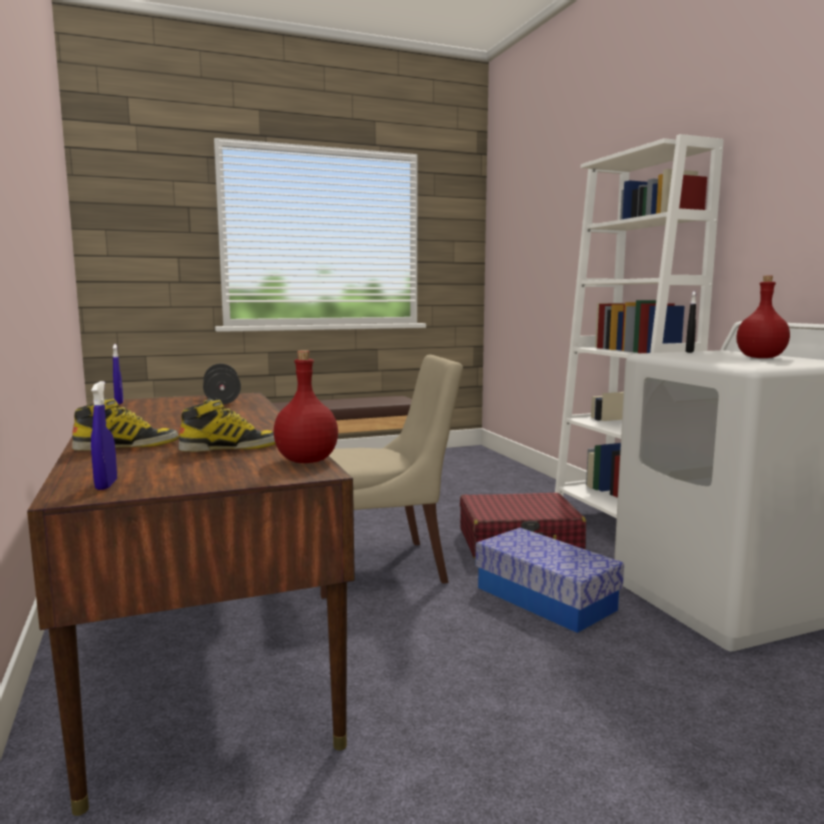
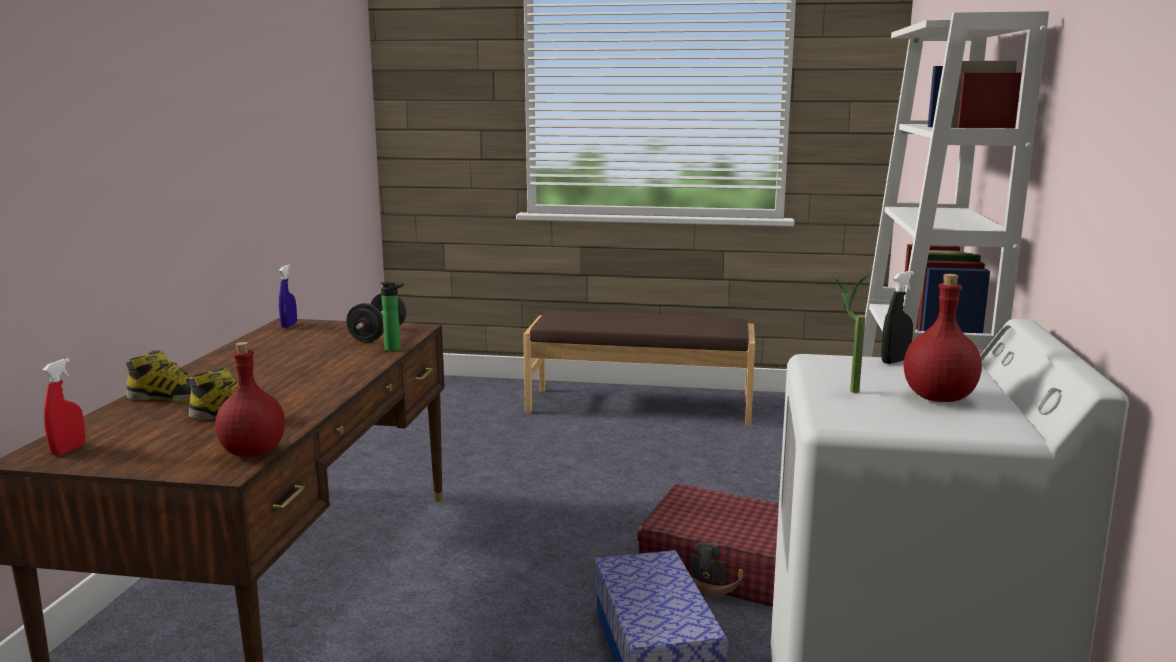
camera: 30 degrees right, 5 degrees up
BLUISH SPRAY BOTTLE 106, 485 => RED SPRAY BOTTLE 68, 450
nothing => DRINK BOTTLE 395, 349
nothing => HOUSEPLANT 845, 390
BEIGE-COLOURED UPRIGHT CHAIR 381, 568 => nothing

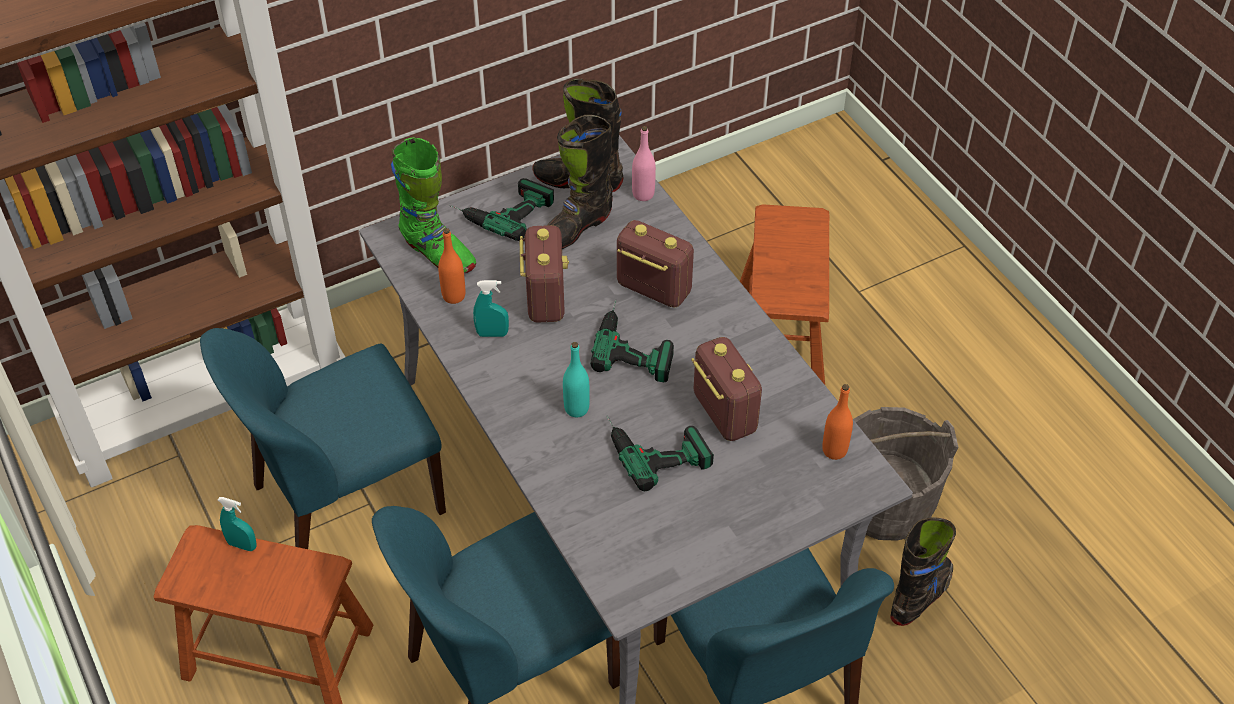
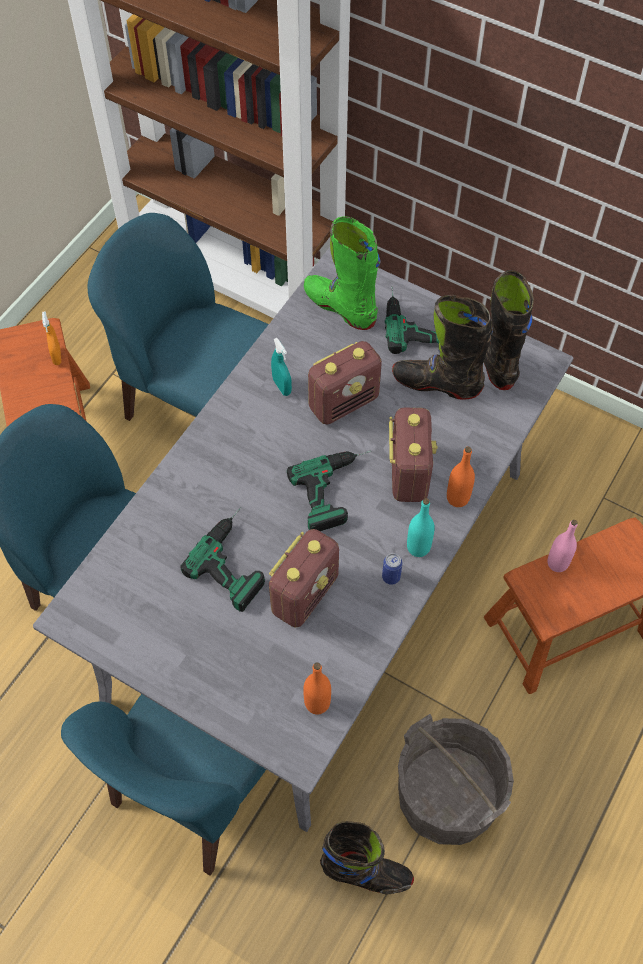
camera: 60 degrees right, 10 degrees up
TURQUOISE-COLOURED SPRAY BOTTLE 242, 545 => ORANGE-COLOURED SPRAY BOTTLE 57, 356
GREENISH TALL BOOT 437, 253 => GREENISH TALL BOOT 340, 307, 120 degrees clockwise
nothing => SEALED CAN 391, 577
TURQUOISE-COLOURED DRINK BOTTLE 576, 408 => TURQUOISE-COLOURED DRINK BOTTLE 418, 547, relocated
ORANGE-COLOURED DRINK BOTTLE 454, 296 => ORANGE-COLOURED DRINK BOTTLE 457, 498, relocated
PINK DRINK BOTTLE 643, 194 => PINK DRINK BOTTLE 557, 563, relocated

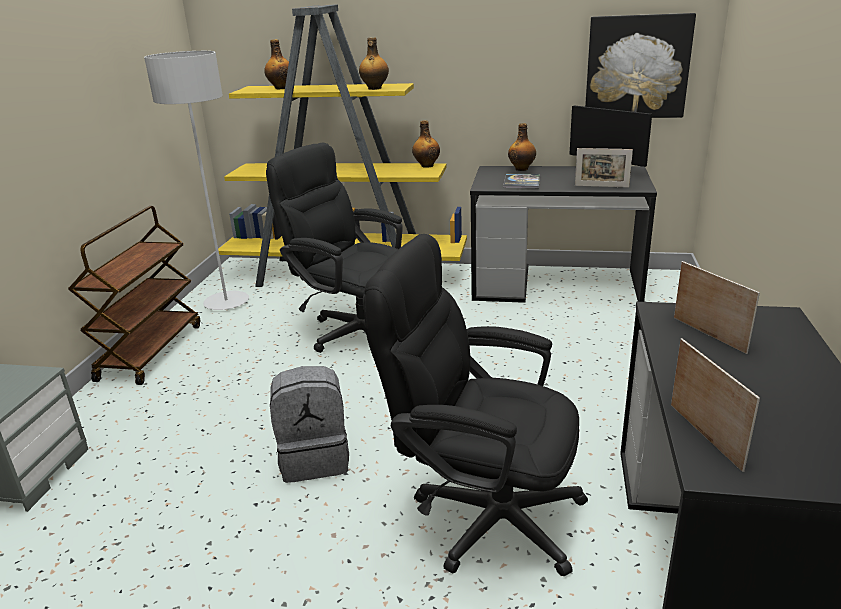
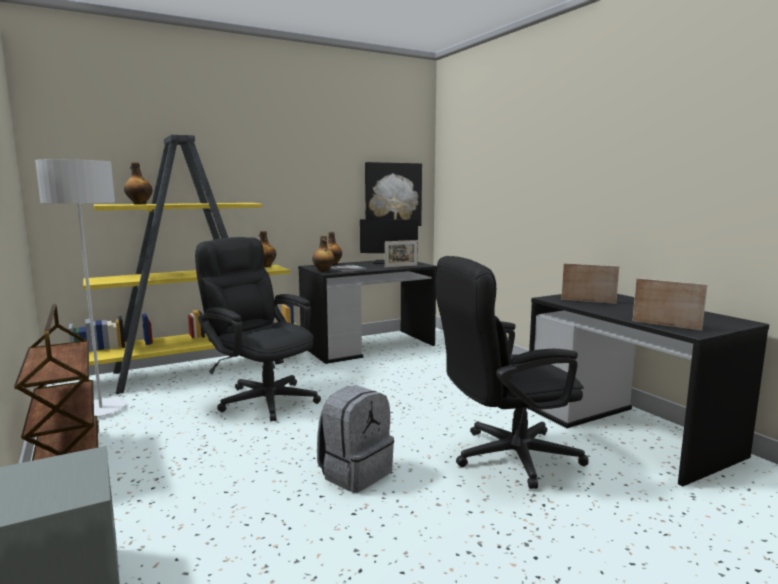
camera: 40 degrees left, 15 degrees down
BLACKISH OFFICE CHAIR 355, 330 => BLACKISH OFFICE CHAIR 262, 398, 45 degrees clockwise
DRINK BOTTLE 374, 88 => DRINK BOTTLE 323, 271, relocated

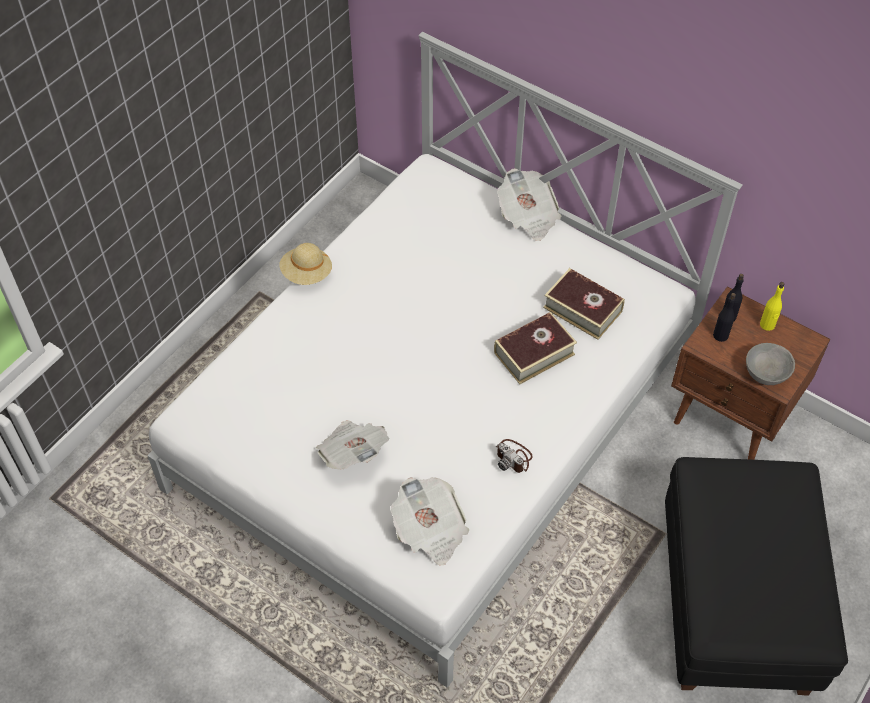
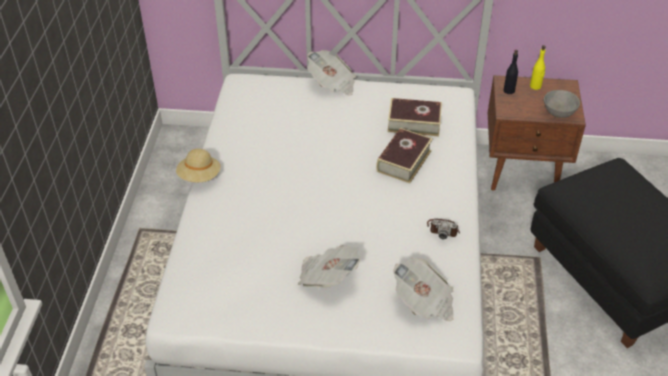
camera: 30 degrees left, 10 degrees down
BLACKISH DRINK BOTTLE 720, 335 => nothing

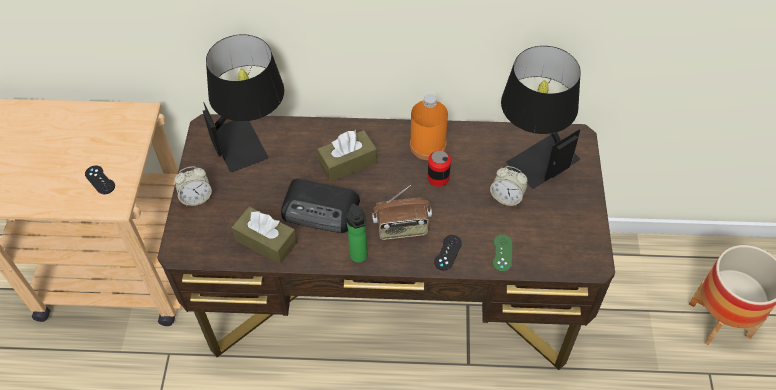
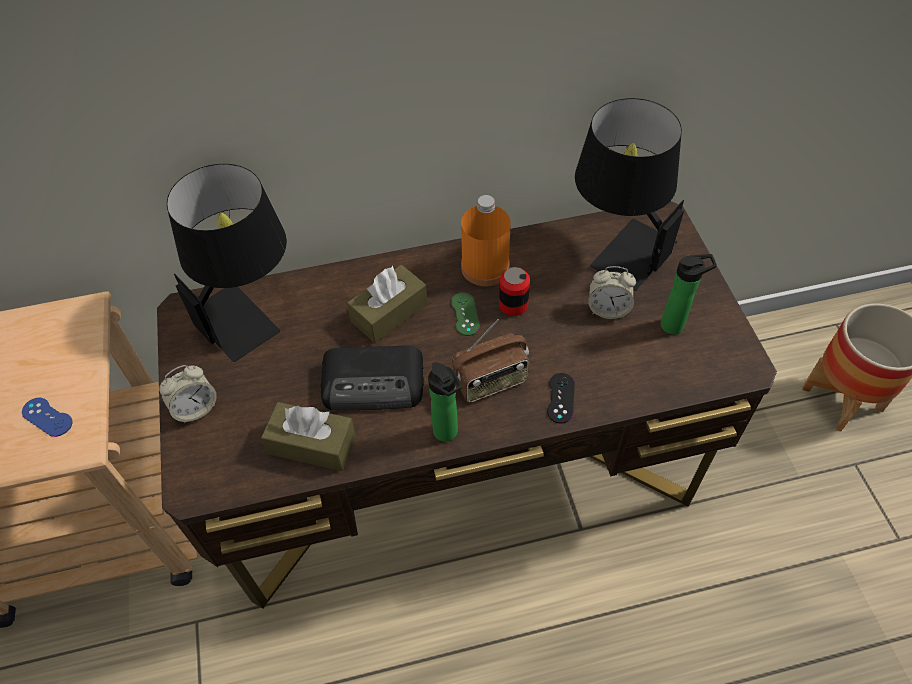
camera: 15 degrees left, 0 degrees up
BLACKISH GAME CONTROLLER 100, 180 => BLUISH GAME CONTROLLER 47, 417
GREENISH GAME CONTROLLER 502, 253 => GREENISH GAME CONTROLLER 465, 314, relocated
nothing => DRINK BOTTLE 675, 325

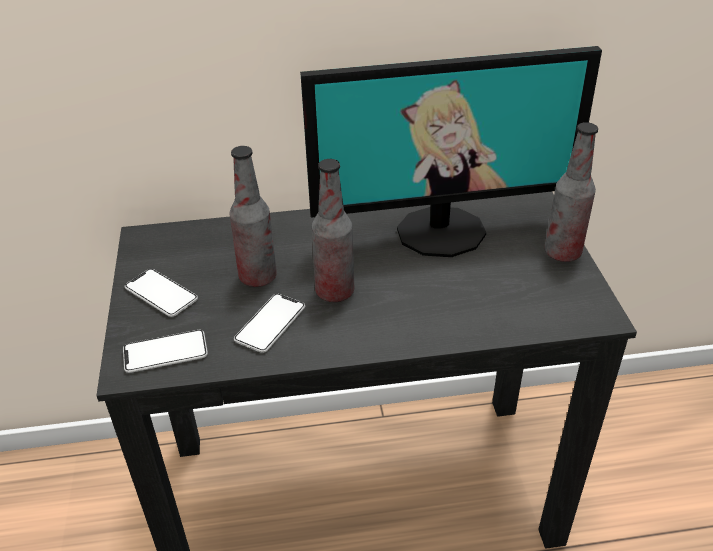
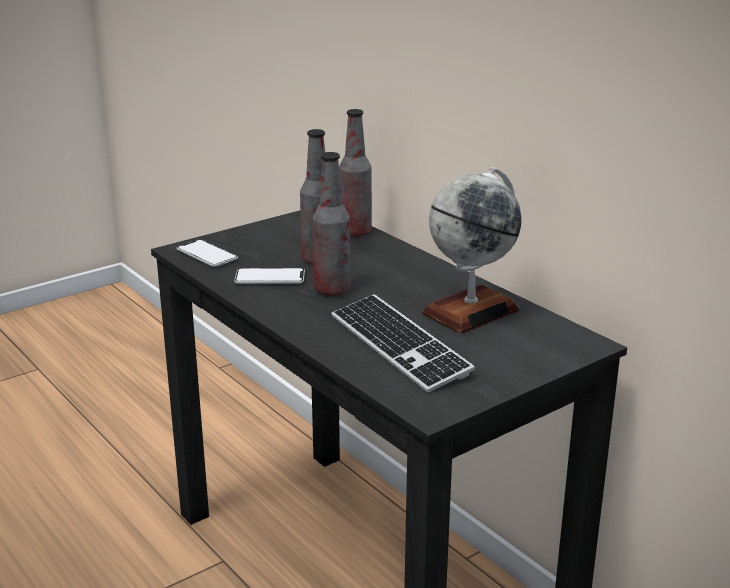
camera: 60 degrees right, 15 degrees down
nothing => KEYBOARD 398, 345
DRINK BOTTLE 562, 253 => DRINK BOTTLE 355, 232, relocated
COMPUTER DISPLAY 441, 230 => WORLD GLOBE 471, 311
PHONE 161, 294 => nothing

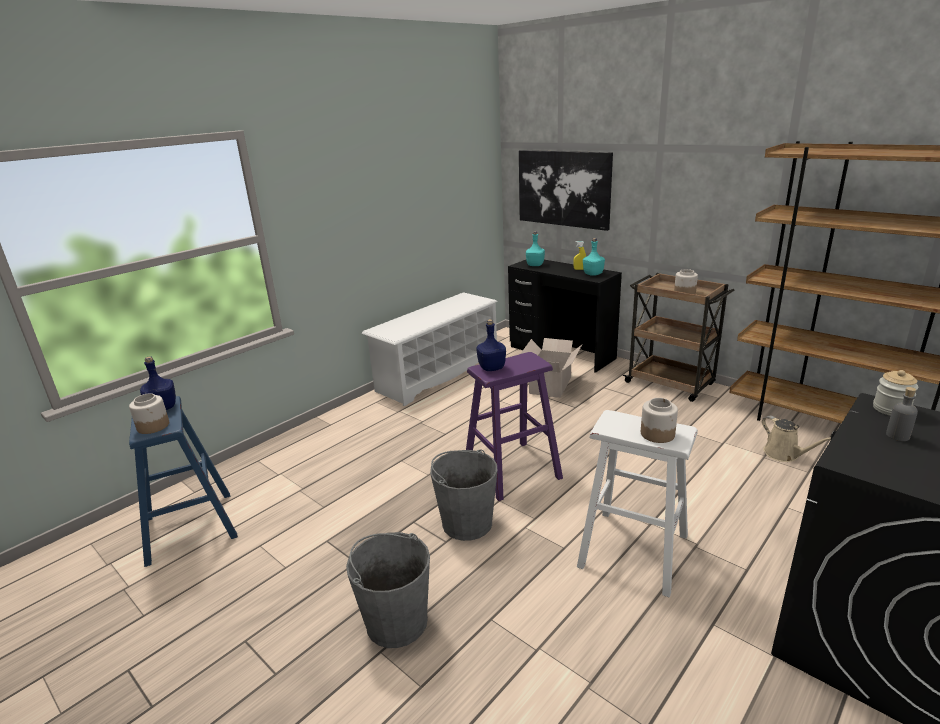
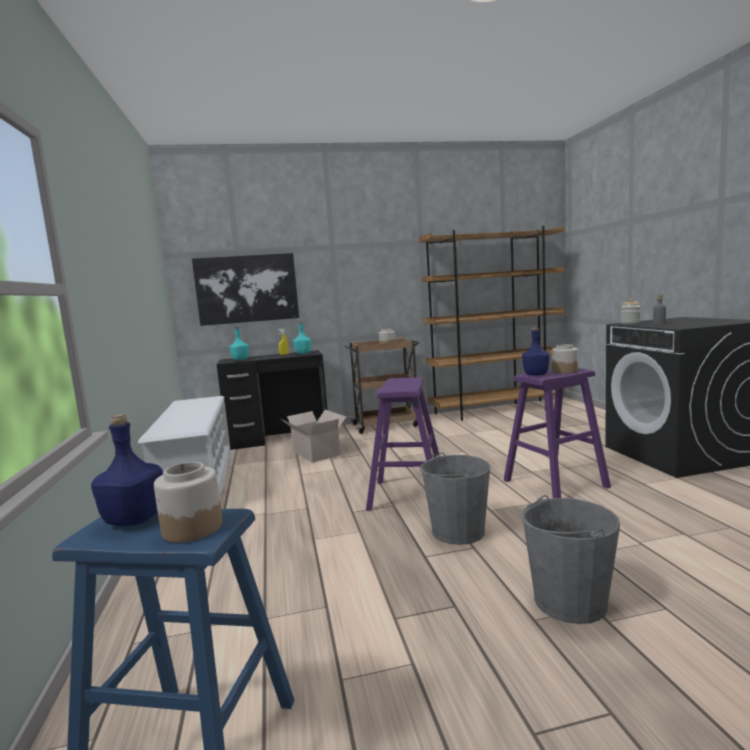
camera: 55 degrees left, 15 degrees down
WHITE-COLOURED SITTING STOOL 633, 550 => PURPLE-COLOURED SITTING STOOL 555, 484
BLUISH DRINK BOTTLE 492, 368 => BLUISH DRINK BOTTLE 535, 374, relocated
BEIGE-COLOURED WATERING POT 784, 454 => nothing

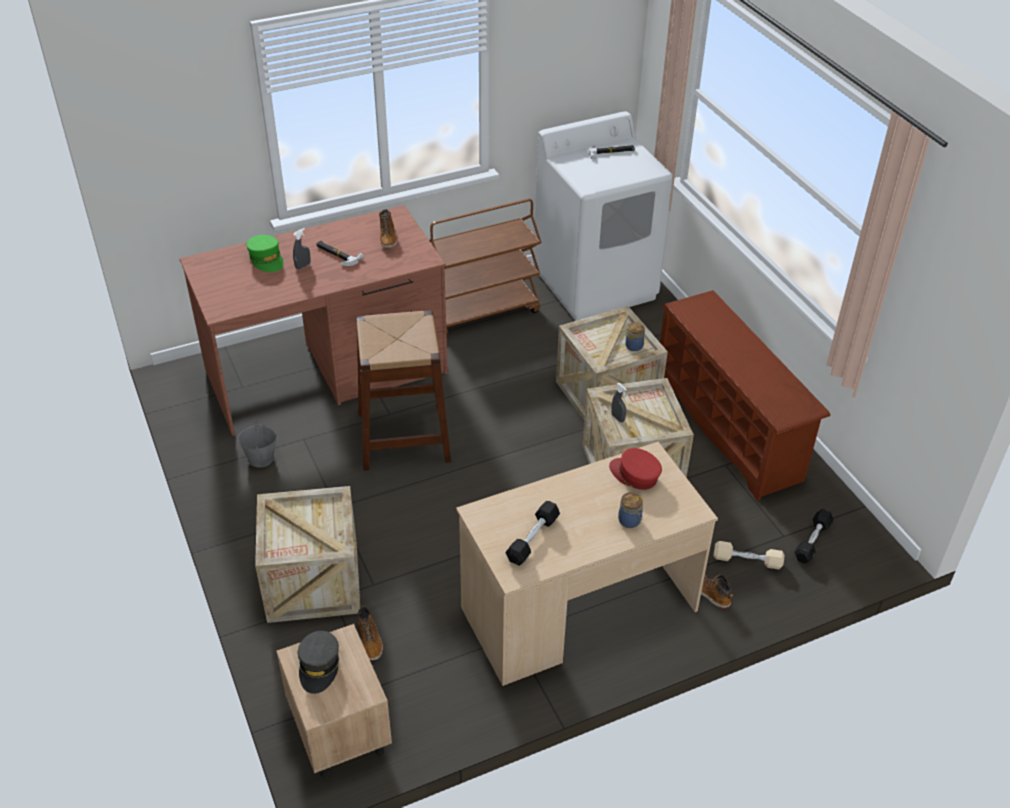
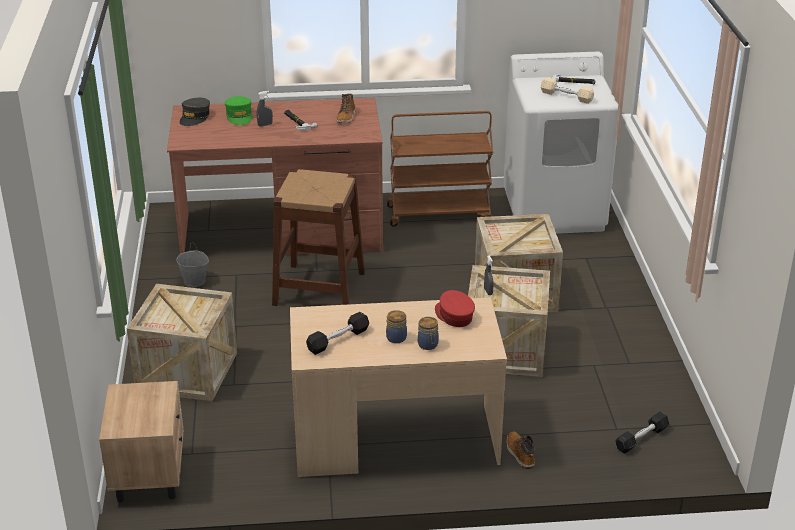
camera: 20 degrees right, 10 degrees down
GREYISH BASEBALL CAP 319, 666 => GREYISH BASEBALL CAP 195, 117, relocated
PRESERVE JAR 633, 345 => PRESERVE JAR 396, 337, relocated
BEIGE-COLOURED FREE WEIGHT 747, 560 => BEIGE-COLOURED FREE WEIGHT 566, 96, relocated
TALL BOOT 370, 640 => nothing
BROWN SHOE STAND 729, 427 => nothing

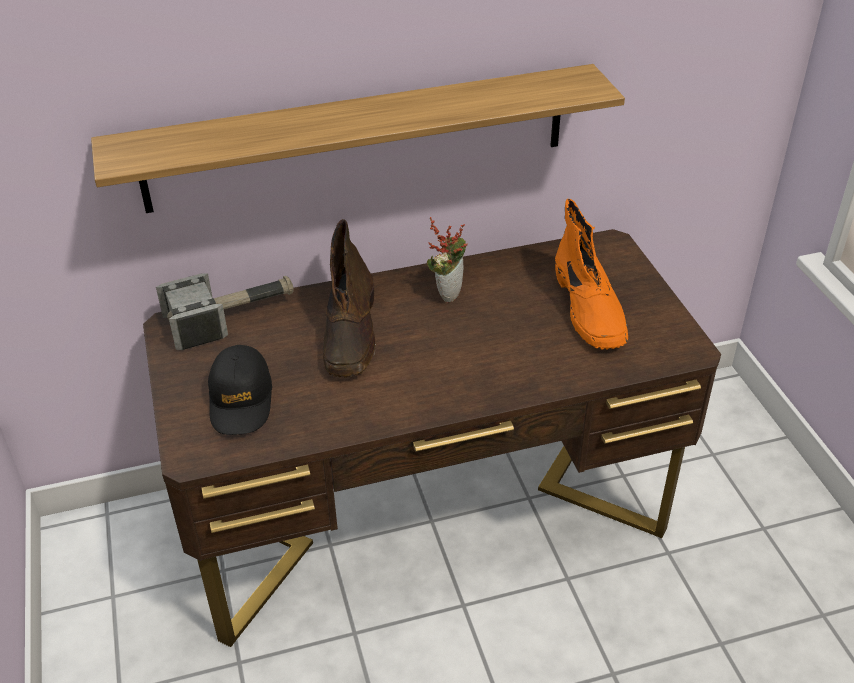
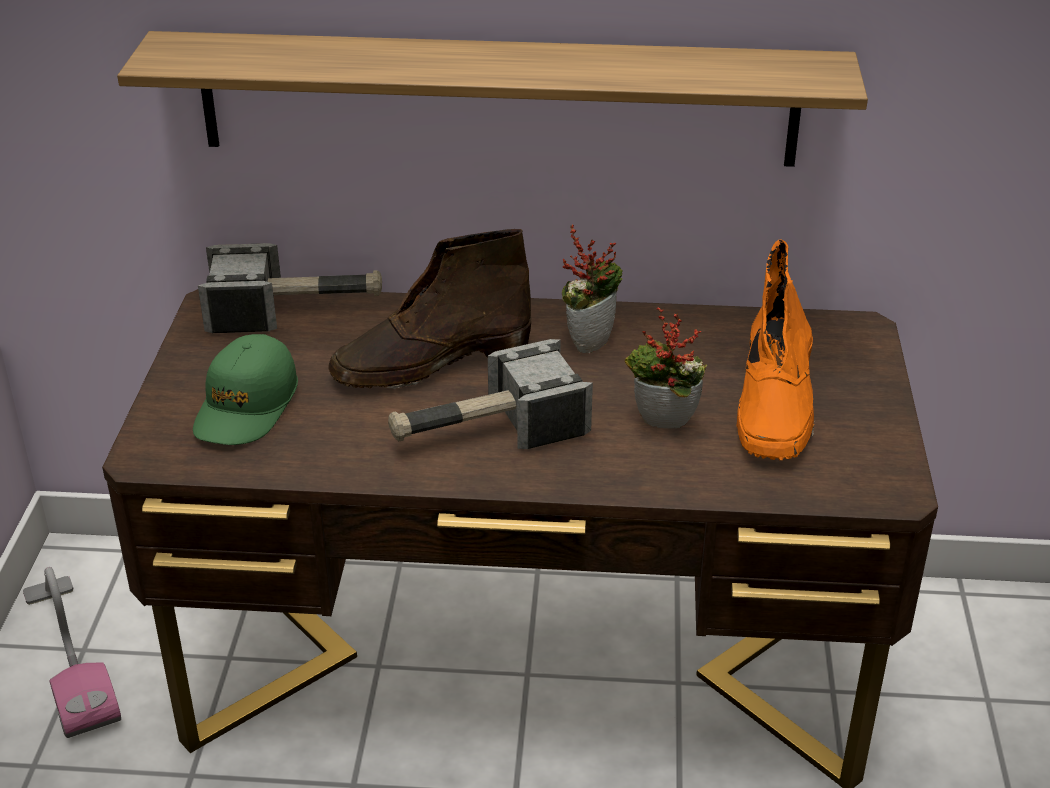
camera: 20 degrees right, 5 degrees down
nothing => VACUUM 70, 657
BLACKISH BASEBALL CAP 241, 400 => GREENISH BASEBALL CAP 246, 406
BROWN TALL BOOT 351, 334 => BROWN TALL BOOT 430, 363, 45 degrees clockwise
nothing => HAND HAMMER 485, 431
nothing => HOUSEPLANT 662, 426

